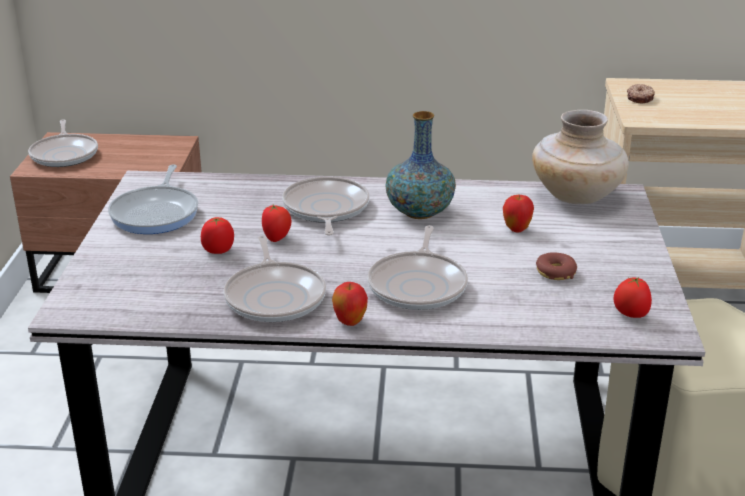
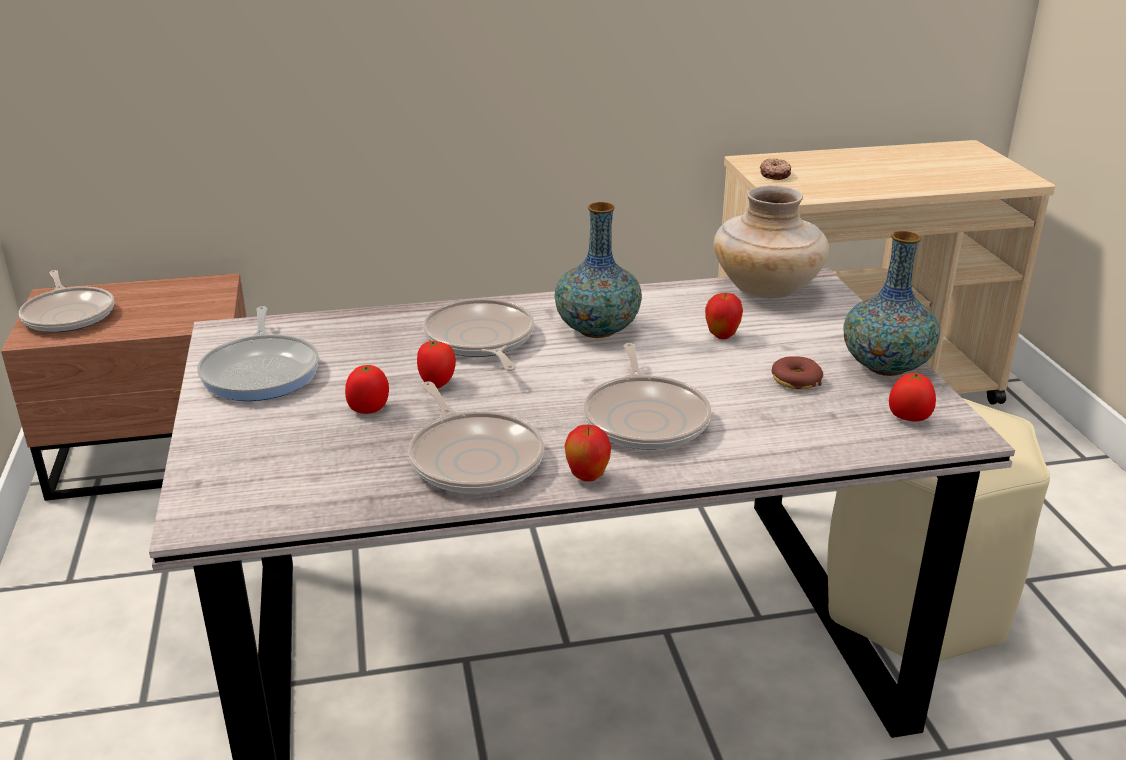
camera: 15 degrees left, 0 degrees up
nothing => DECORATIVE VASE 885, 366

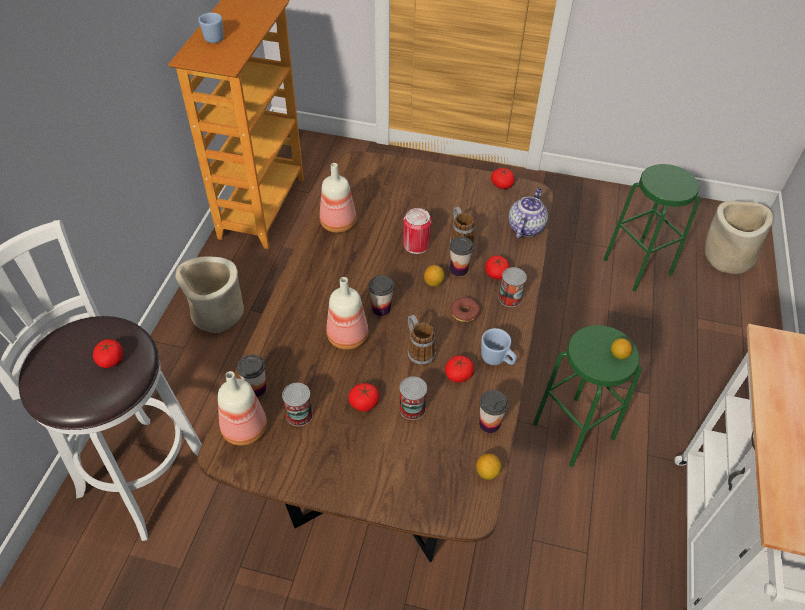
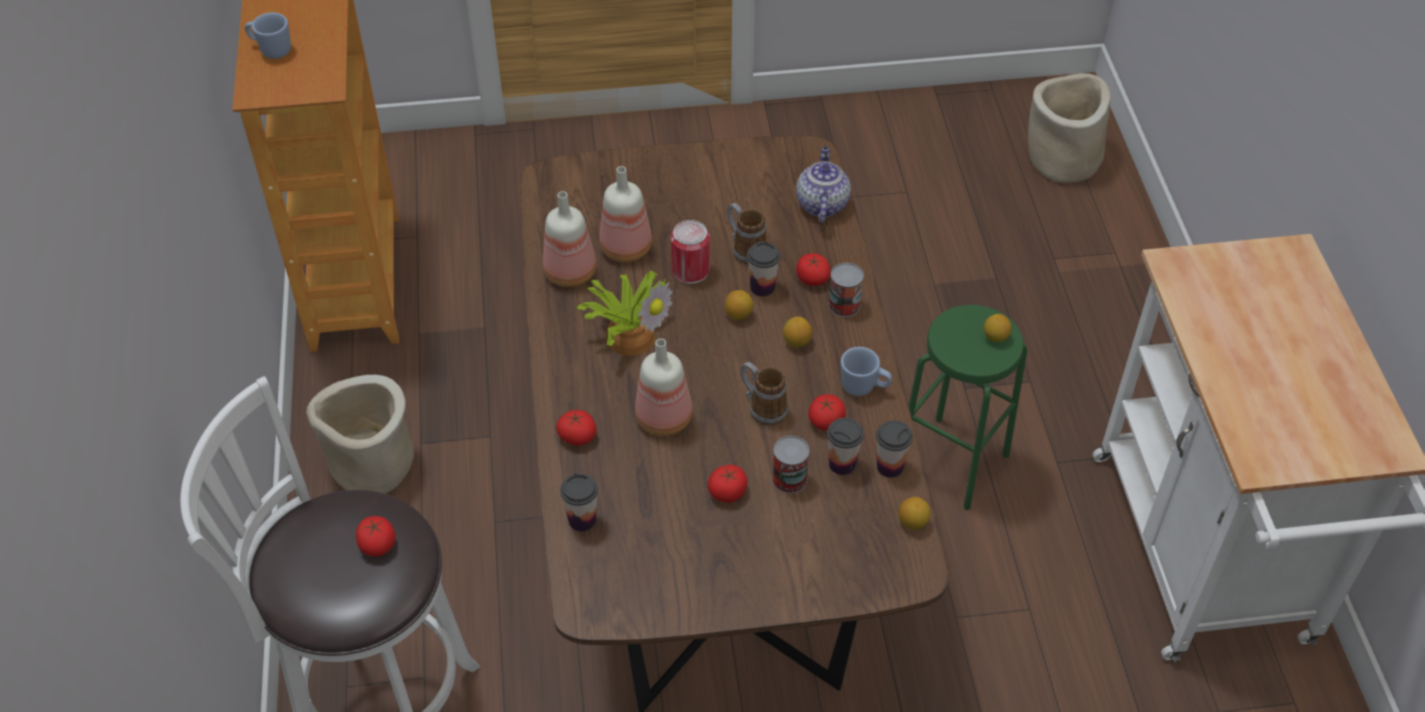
camera: 20 degrees left, 0 degrees up
WHOLE TOMATO 502, 185 => WHOLE TOMATO 577, 436, relocated
nothing => HOUSEPLANT 629, 334
DRINK BOTTLE 246, 429 => DRINK BOTTLE 627, 248, relocated
DOUGHNUT 464, 313 => CITRUS FRUIT 796, 341
SMALL CUP 381, 309 => SMALL CUP 842, 464, relocated
SEALED CAN 299, 414 => nothing
GREENISH SITTING STOOL 637, 267 => nothing

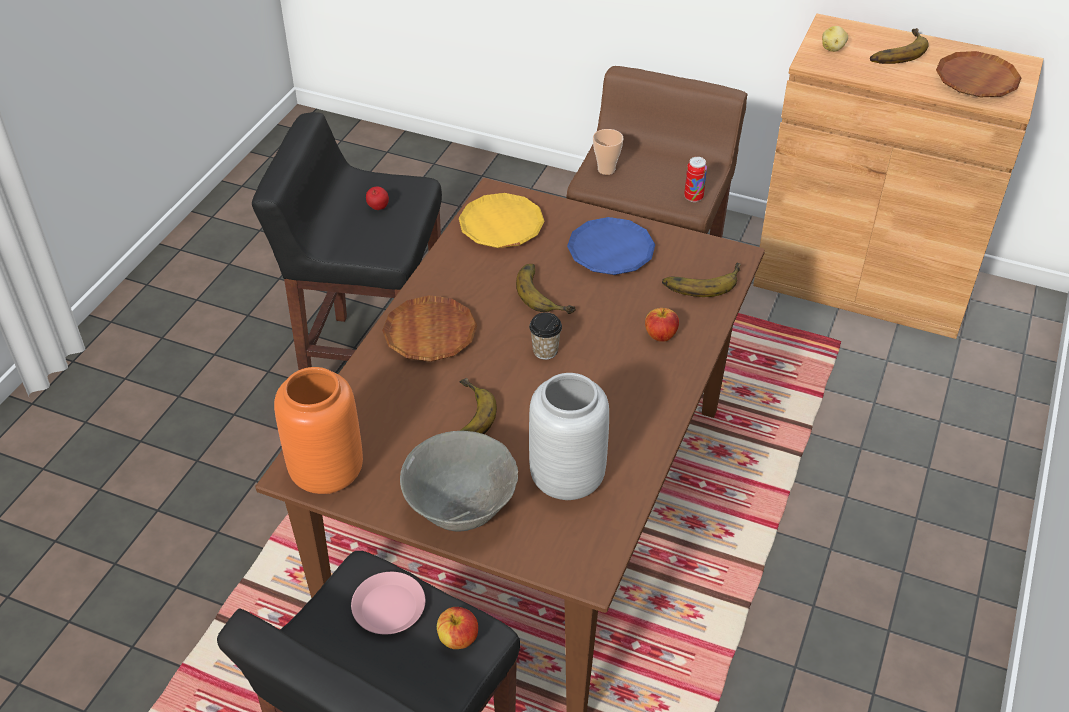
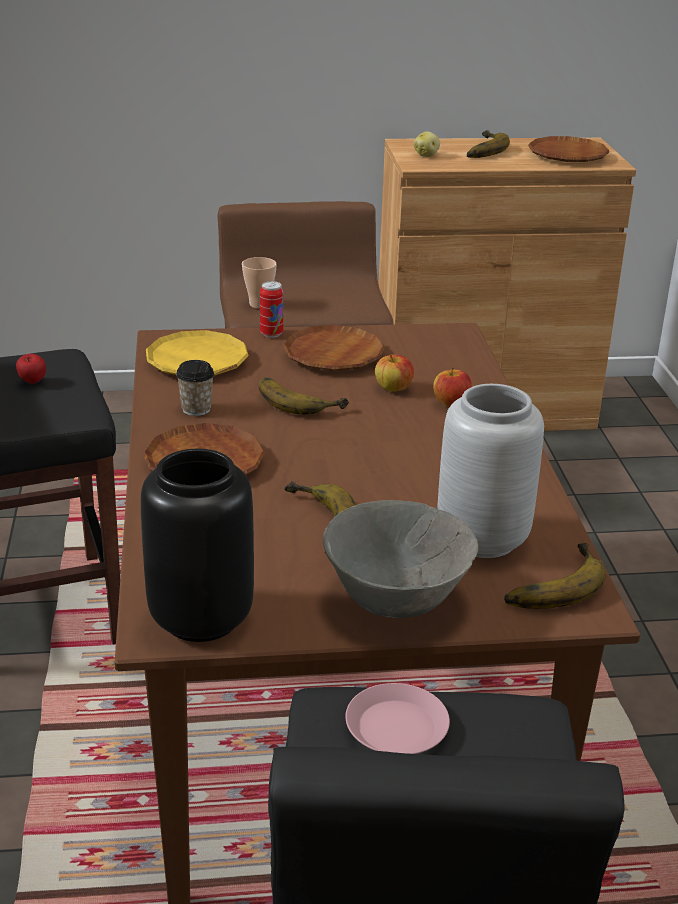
camera: 30 degrees left, 15 degrees down
ORANGE-COLOURED DECORATIVE VASE 329, 473 => BLACKISH DECORATIVE VASE 202, 618
SMALL CUP 545, 351 => SMALL CUP 196, 409, relocated
SEALED CAN 693, 197 => SEALED CAN 271, 334, relocated
BLUISH DINNER PLATE 610, 251 => BROWN DINNER PLATE 333, 355
APPLE FRUIT 458, 639 => APPLE FRUIT 393, 389, relocated
BANANA 700, 281 => BANANA 549, 583, relocated

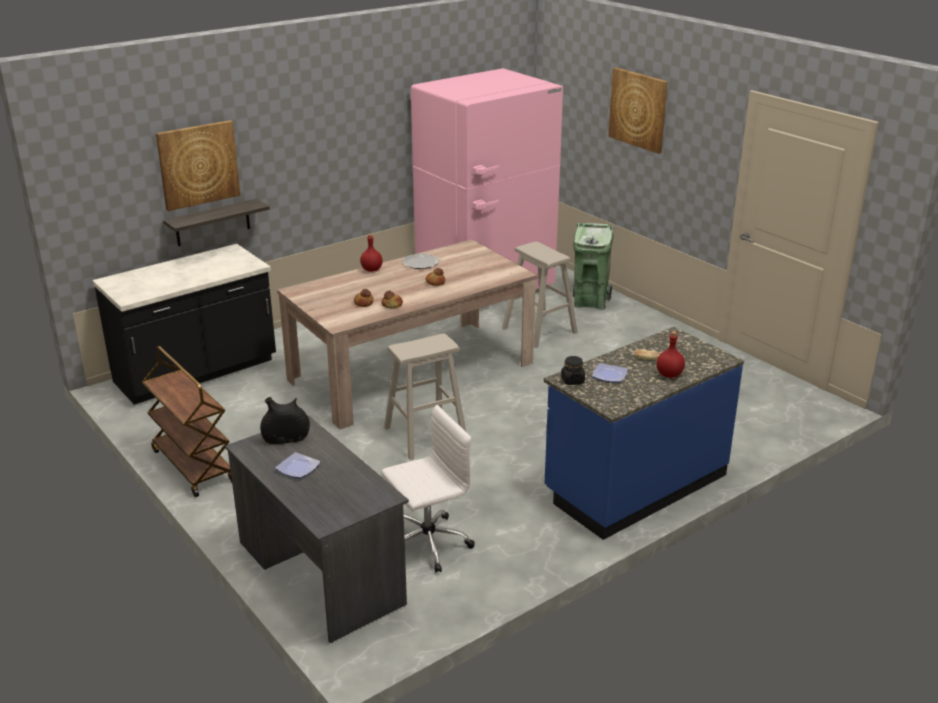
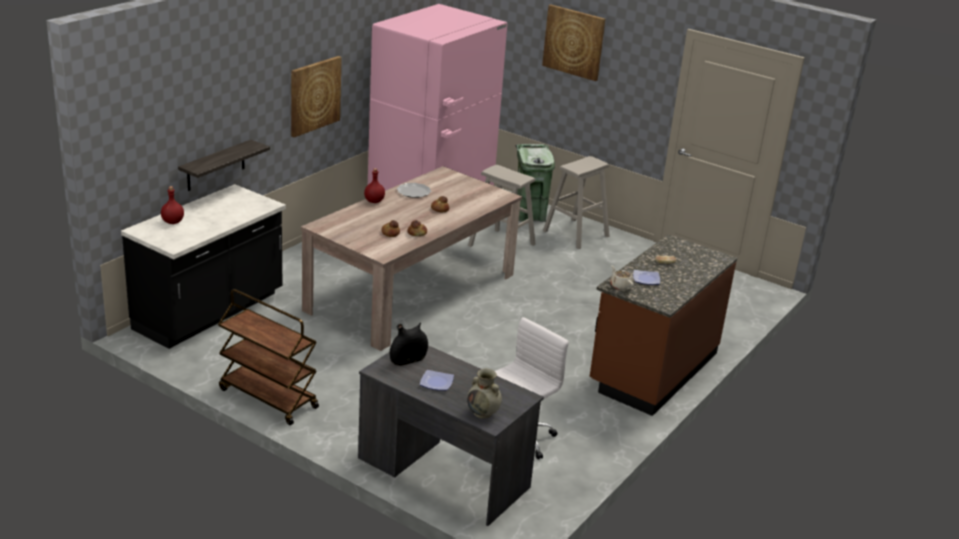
camera: 20 degrees left, 0 degrees up
RED DRINK BOTTLE 669, 374 => RED DRINK BOTTLE 173, 222, relocated
PICTURE 198, 164 => PICTURE 314, 95, relocated
nothing => BEIGE-COLOURED DECORATIVE VASE 483, 413
BEIGE-COLOURED SITTING STOOL 425, 436 => BEIGE-COLOURED SITTING STOOL 575, 234, relocated
BLUISH KITCHEN COUNTER 634, 484 => BROWN KITCHEN COUNTER 652, 369
BLACKISH PRESERVE JAR 572, 380 => BEIGE-COLOURED POT FOR TEA 620, 286

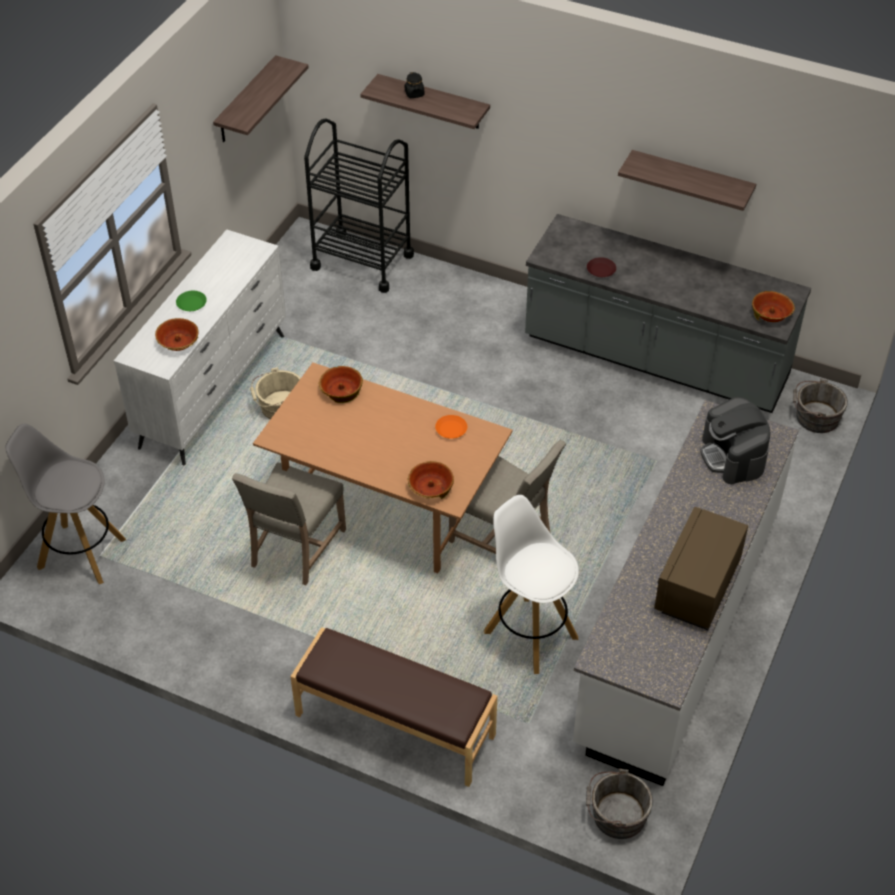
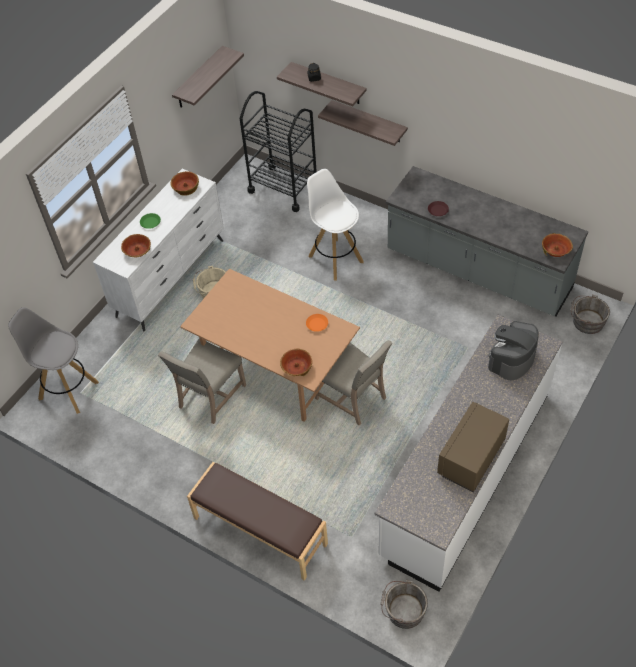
camera: 10 degrees right, 5 degrees up
BOWL 341, 390 => BOWL 185, 187, relocated
WHITE-COLOURED SITTING STOOL 530, 634 => WHITE-COLOURED SITTING STOOL 335, 258, relocated
WALL SHELF 691, 179 => WALL SHELF 369, 122, relocated
COFFEE BREWER 732, 456 => COFFEE BREWER 511, 359, 45 degrees clockwise

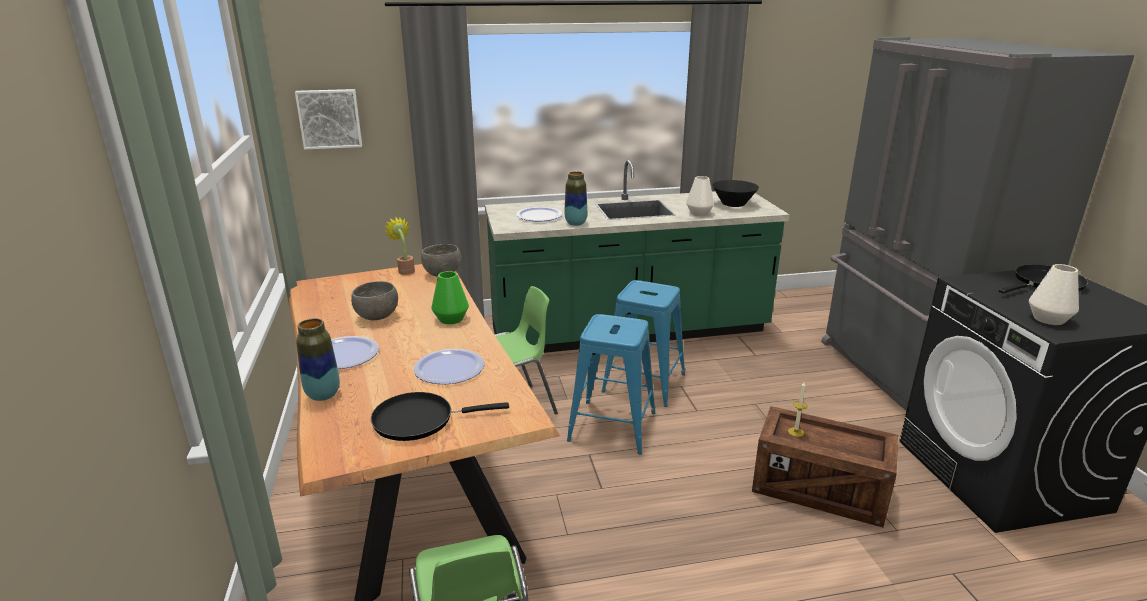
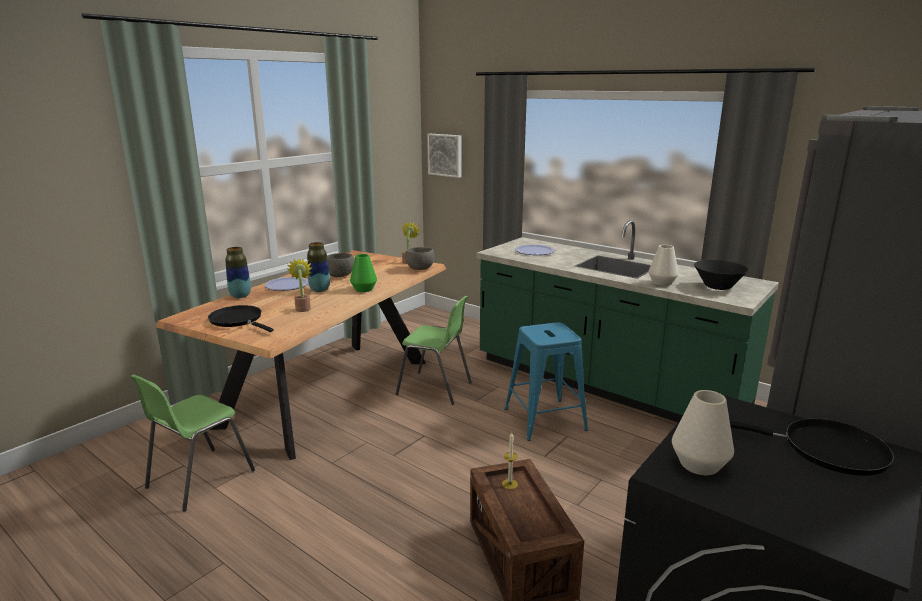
camera: 50 degrees right, 5 degrees down
DINNER PLATE 449, 368 => HOUSEPLANT 303, 308
DECORATIVE VASE 575, 223 => DECORATIVE VASE 320, 290, relocated
BLUISH SITTING STOOL 612, 427 => nothing

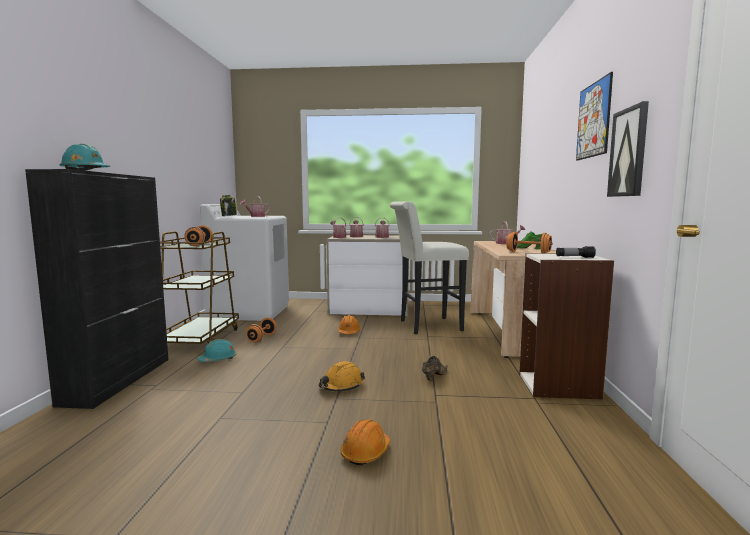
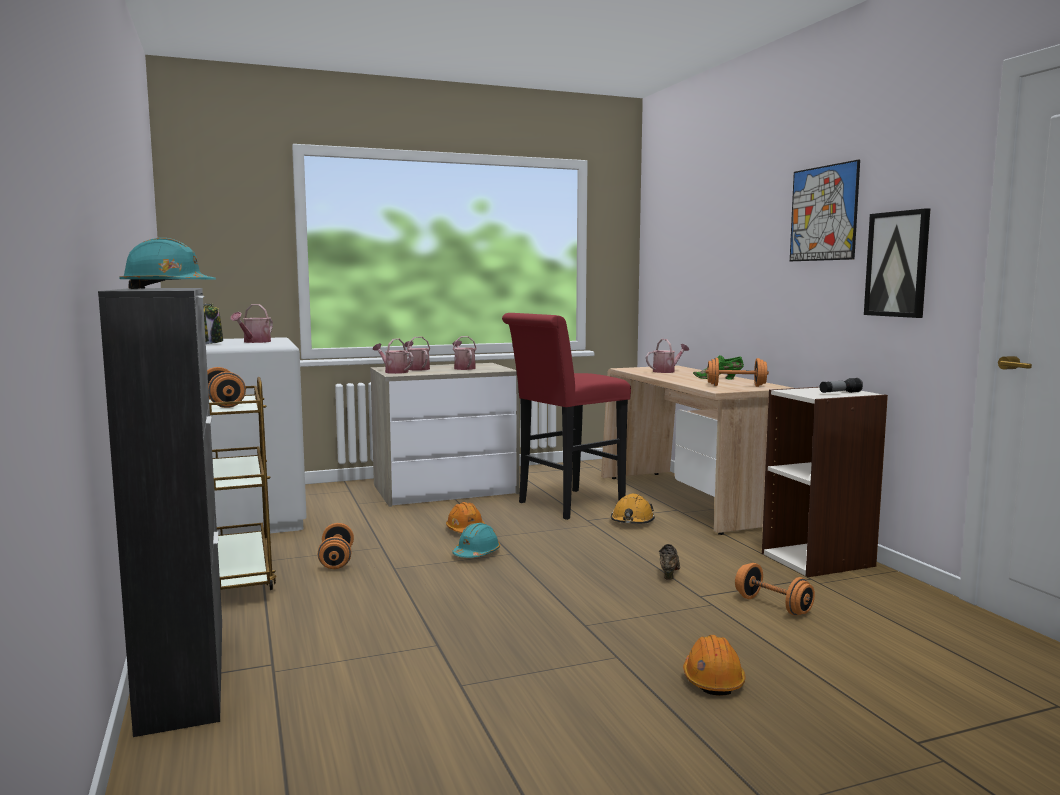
camera: 25 degrees left, 0 degrees up
TURQUOISE-COLOURED HARD HAT 218, 359 => TURQUOISE-COLOURED HARD HAT 476, 553, relocated
WHITE-COLOURED SITTING STOOL 425, 326 => RED SITTING STOOL 565, 505
ORANGE-COLOURED HARD HAT 341, 386 => ORANGE-COLOURED HARD HAT 632, 521, relocated
nothing => ORANGE-COLOURED FREE WEIGHT 773, 606

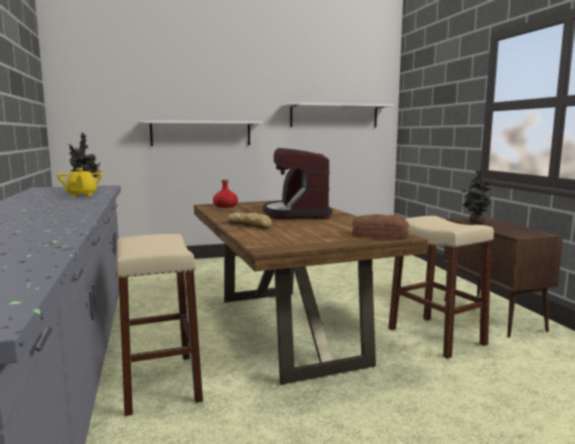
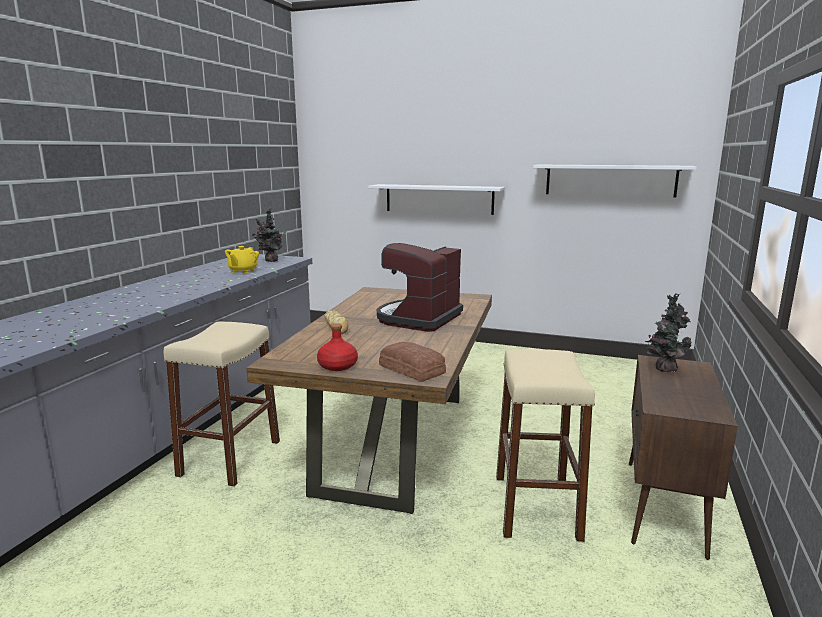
camera: 35 degrees right, 5 degrees up
RED DRINK BOTTLE 225, 206 => RED DRINK BOTTLE 338, 366, relocated

